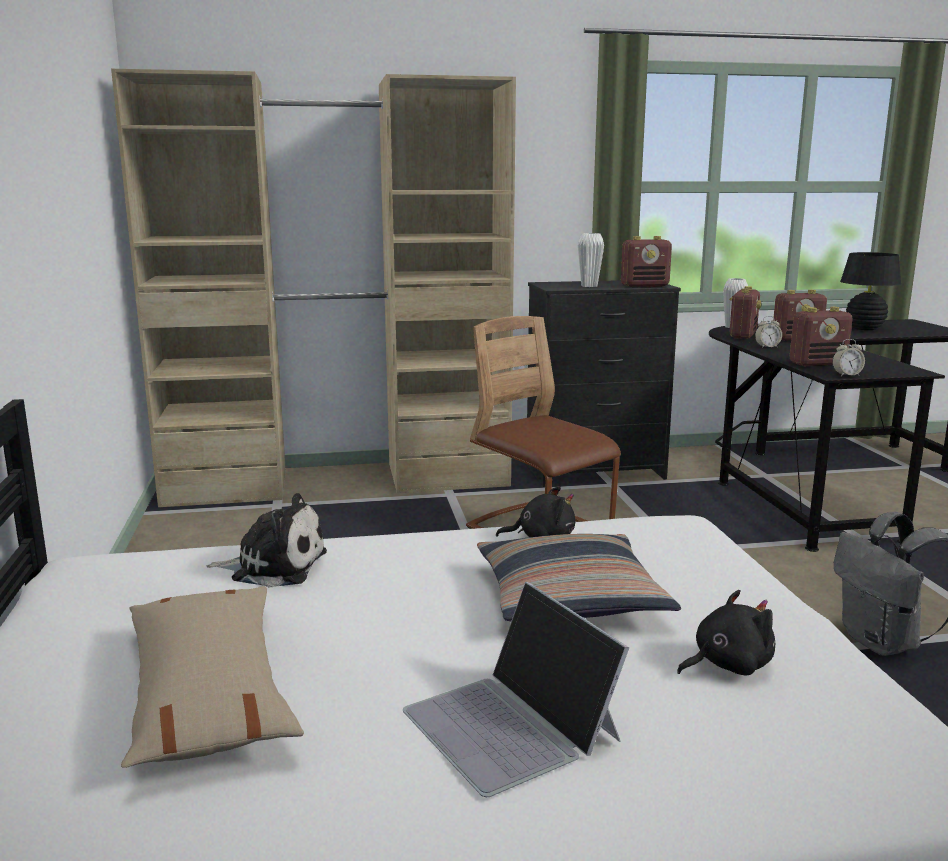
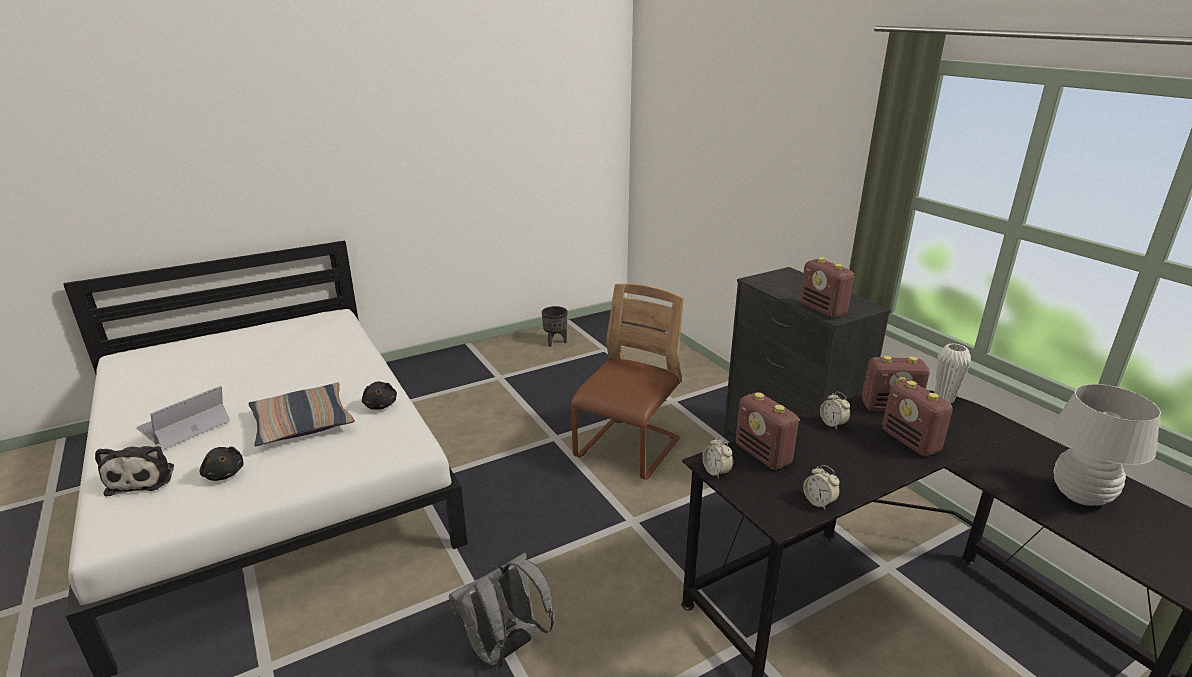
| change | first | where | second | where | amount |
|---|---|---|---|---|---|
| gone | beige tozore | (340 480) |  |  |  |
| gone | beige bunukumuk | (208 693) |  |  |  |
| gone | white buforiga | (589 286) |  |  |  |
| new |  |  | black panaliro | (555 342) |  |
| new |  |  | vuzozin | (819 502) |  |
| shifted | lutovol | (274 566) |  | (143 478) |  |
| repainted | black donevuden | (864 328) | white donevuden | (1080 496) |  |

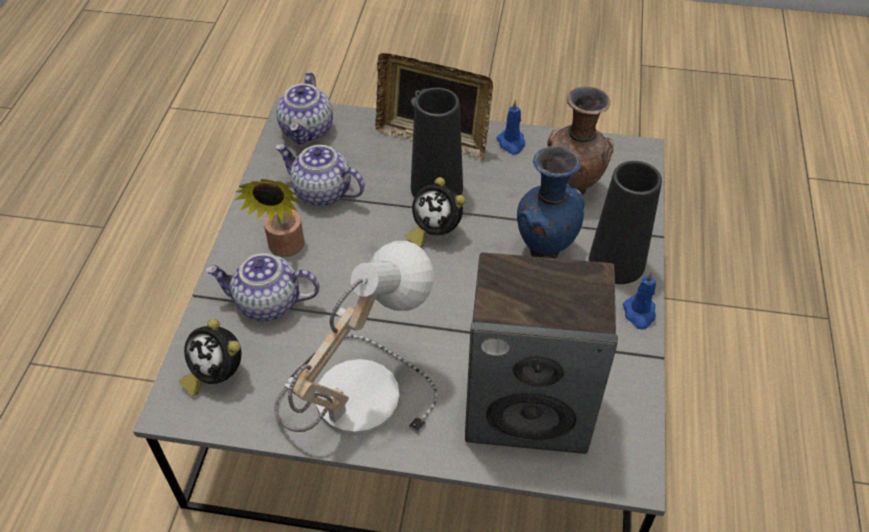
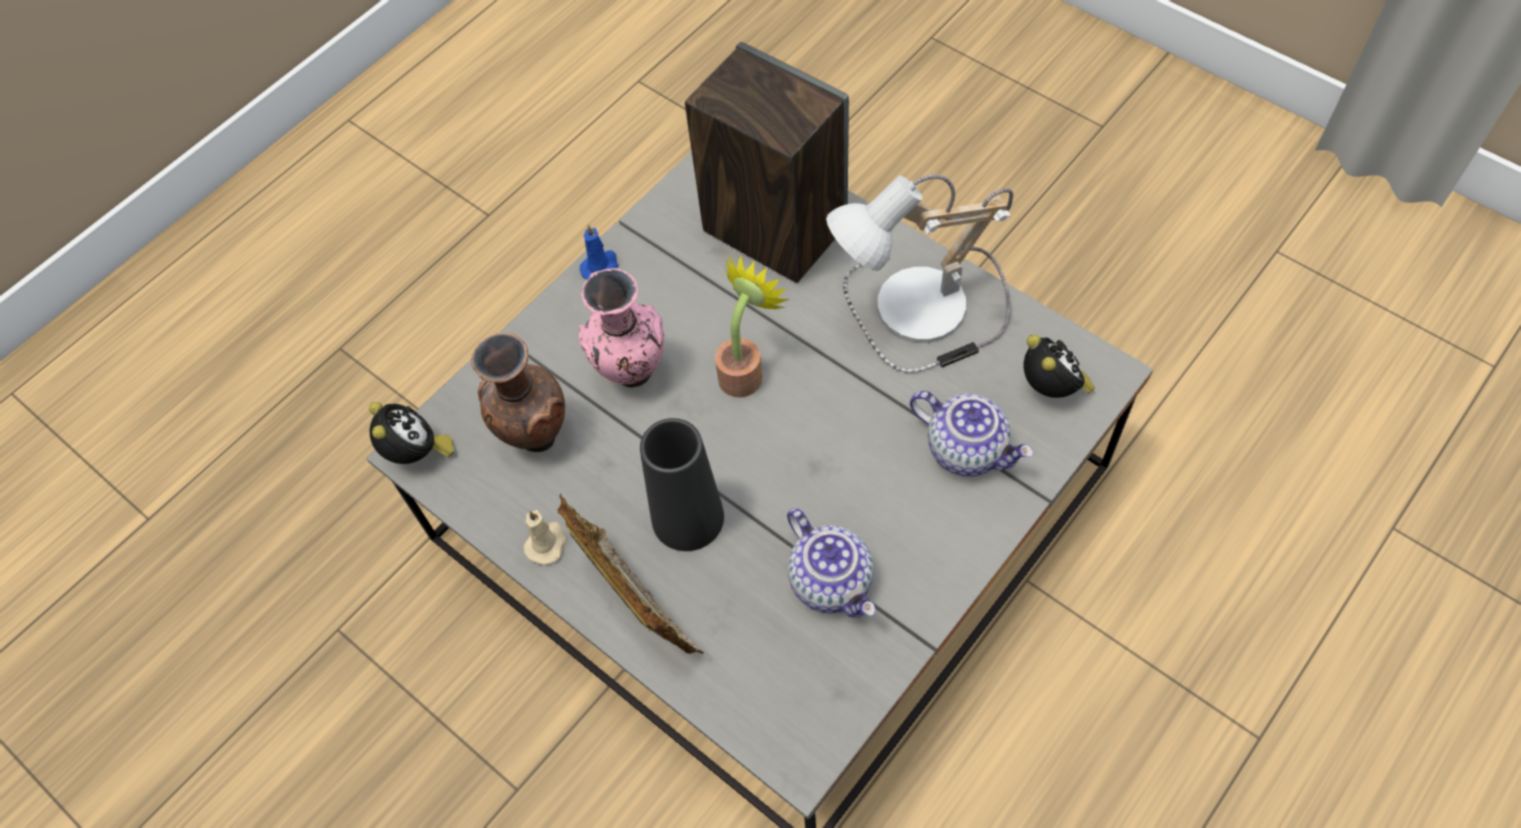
| change | first | where | second | where | amount |
|---|---|---|---|---|---|
| gone | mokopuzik | (307 130) |  |  |  |
| gone | black buforiga | (616 262) |  |  |  |
| shifted | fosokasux | (285 249) |  | (745 371) |  |
| shifted | vuzozin | (435 232) |  | (417 454) |  |
| repainted | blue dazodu | (511 143) | beige dazodu | (547 543) |  |
| repainted | blue buforiga | (544 249) | pink buforiga | (632 376) |  |

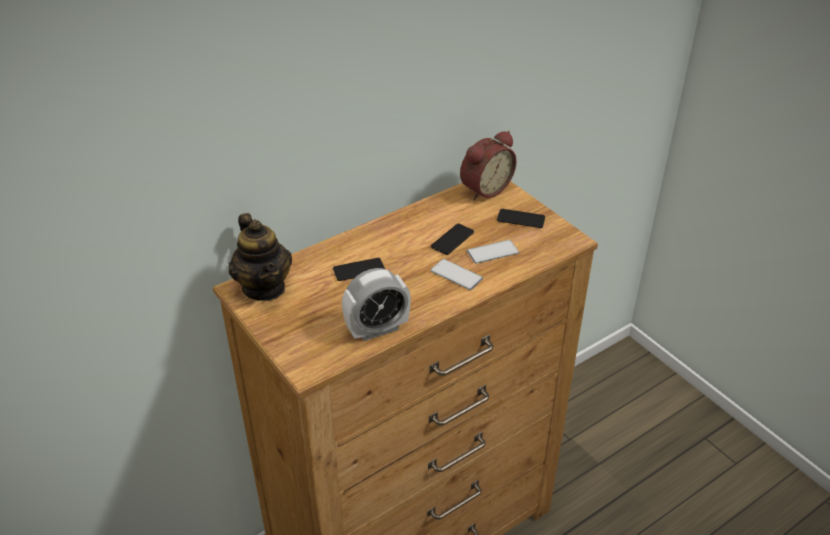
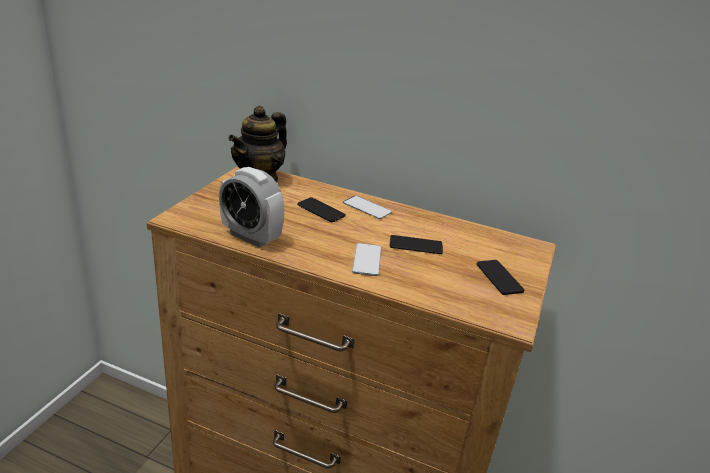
| change | first | where | second | where | amount |
|---|---|---|---|---|---|
| gone | vuzozin | (484 188) |  |  |  |
| shifted | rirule | (492 252) |  | (367 207) |  |

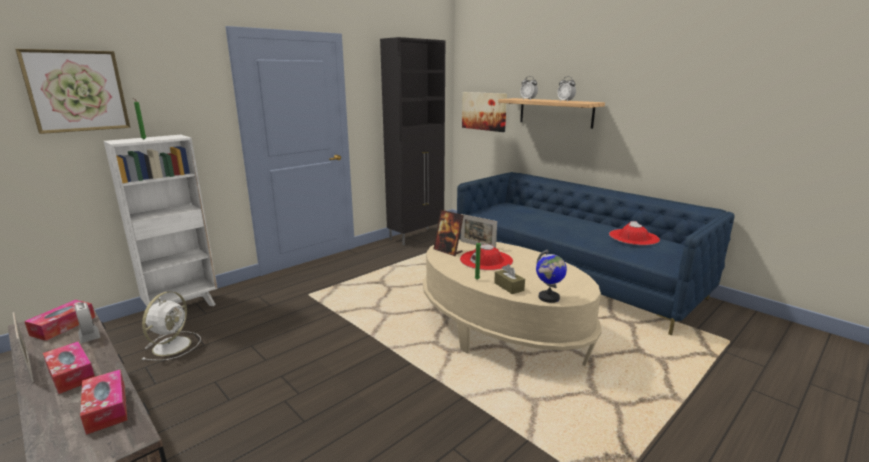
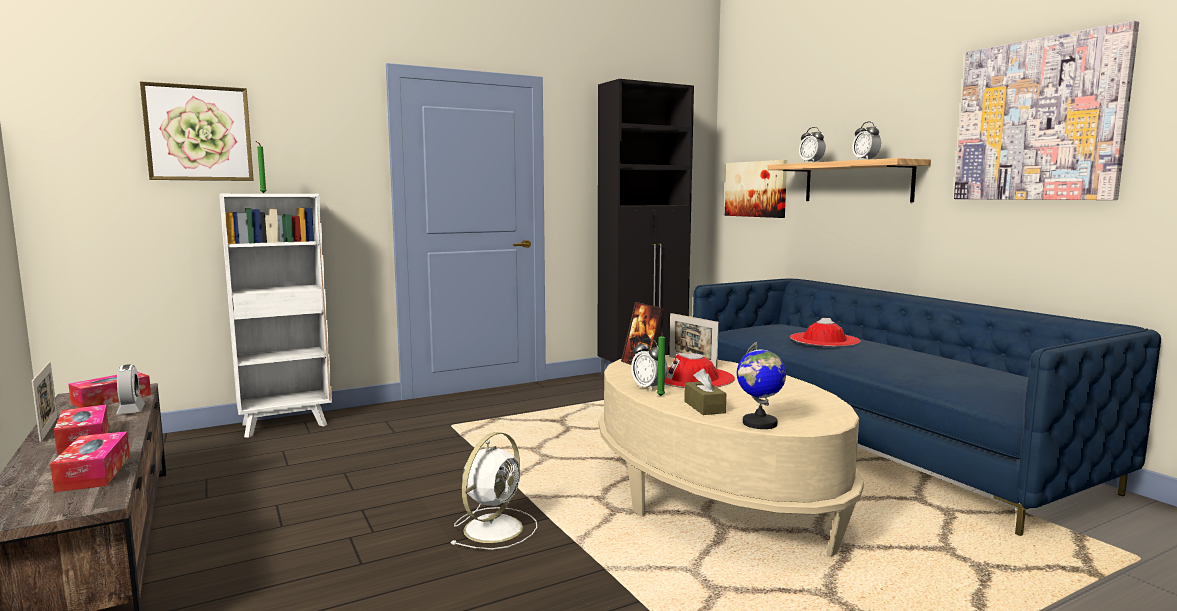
| change | first | where | second | where | amount |
|---|---|---|---|---|---|
| new |  |  | vuzozin | (648 388) |  |
| new |  |  | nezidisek | (1039 120) |  |
| shifted | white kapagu | (173 345) |  | (495 527) |  |
| shifted | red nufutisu | (633 237) |  | (824 340) |  |

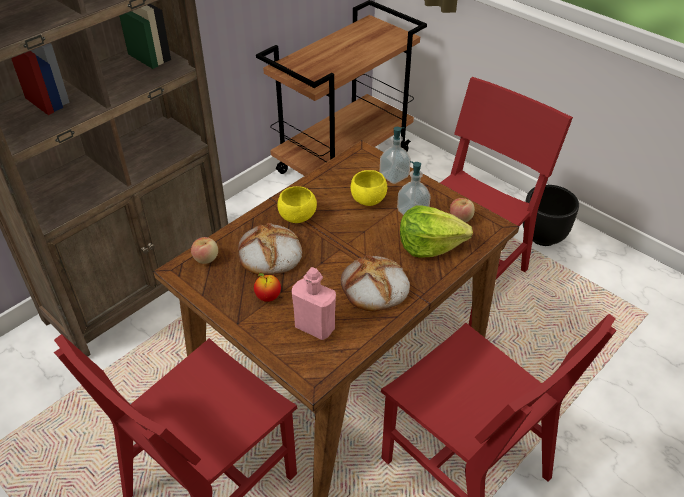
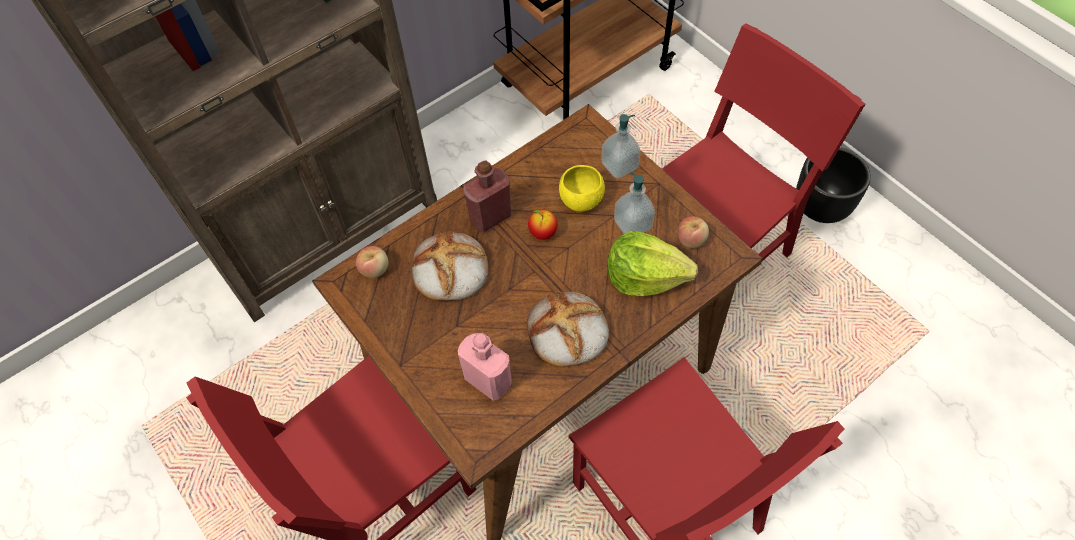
| change | first | where | second | where | amount |
|---|---|---|---|---|---|
| shifted | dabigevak | (268 297) |  | (543 233) |  |
| swapped | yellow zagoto | (297 216) | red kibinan | (490 217) |  |

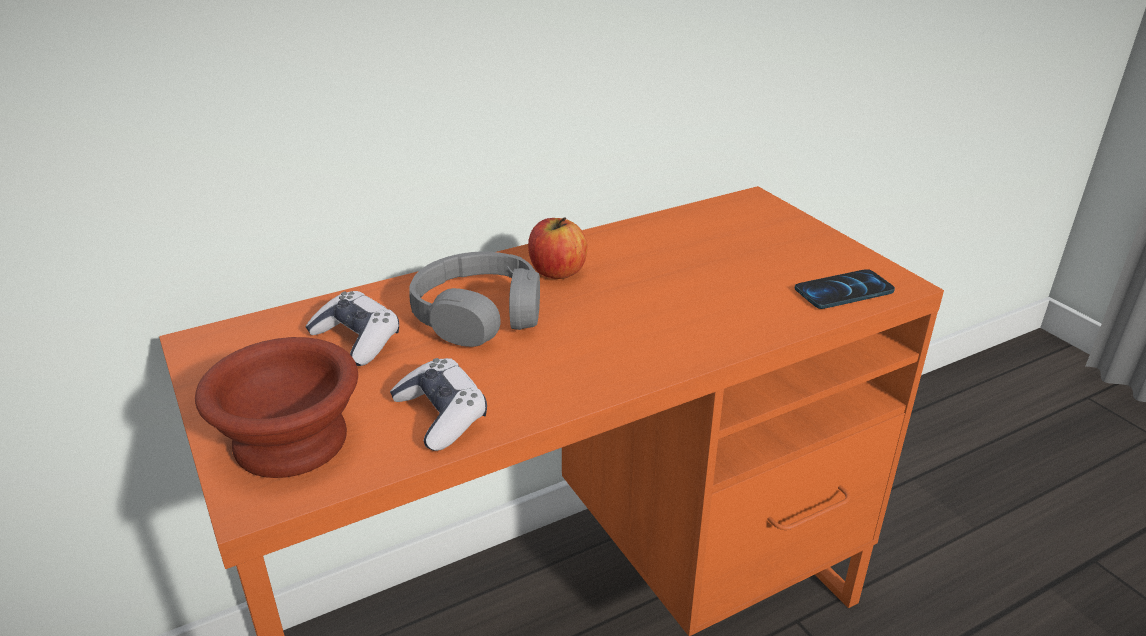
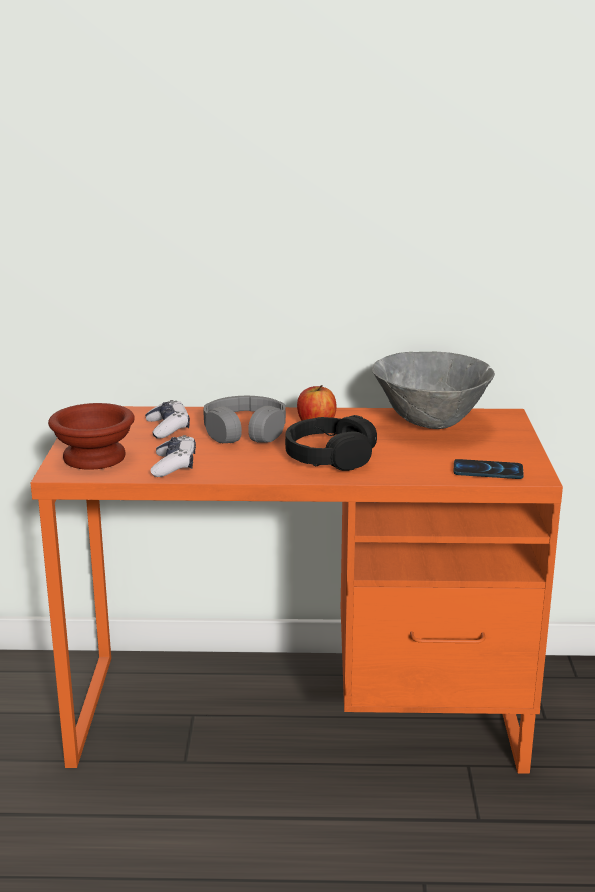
| change | first | where | second | where | amount |
|---|---|---|---|---|---|
| new |  |  | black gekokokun | (329 457) |  |
| new |  |  | grey zagoto | (430 424) |  |

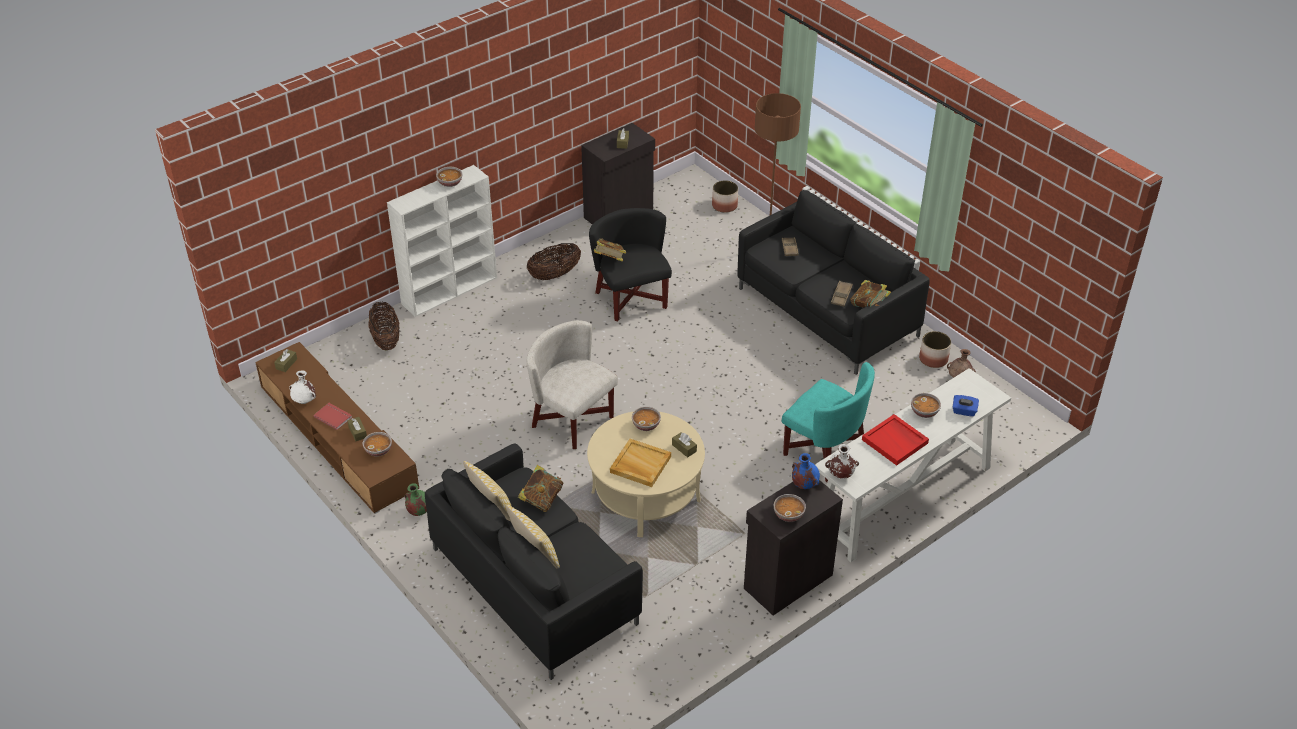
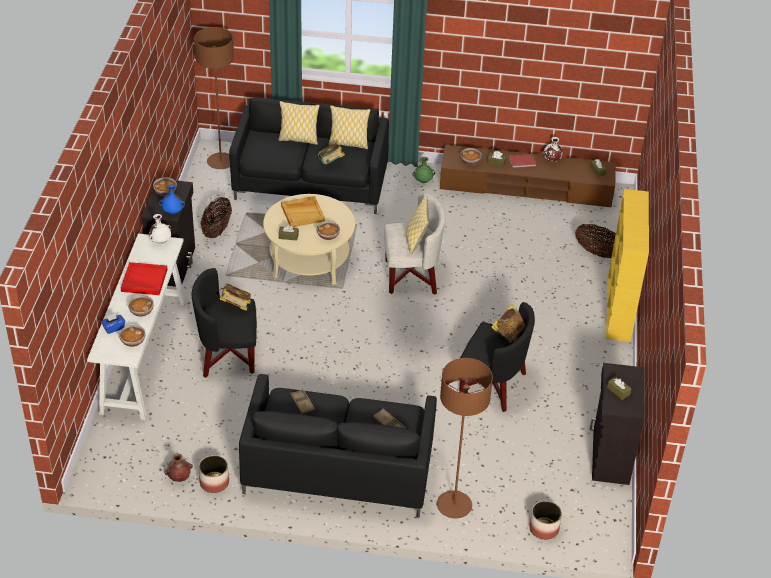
| change | first | where | second | where | amount |
|---|---|---|---|---|---|
| new |  |  | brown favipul | (220 162) |  |
| new |  |  | bunukumuk | (416 241) |  |
| shifted | zagoto | (450 183) |  | (133 341) |  |
| shifted | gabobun | (554 275) |  | (217 230) |  |
| shifted | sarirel | (869 306) |  | (235 305) |  |
| repainted | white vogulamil | (450 290) | yellow vogulamil | (619 309) |  |
| repainted | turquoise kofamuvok | (824 451) | black kofamuvok | (227 355) |  |

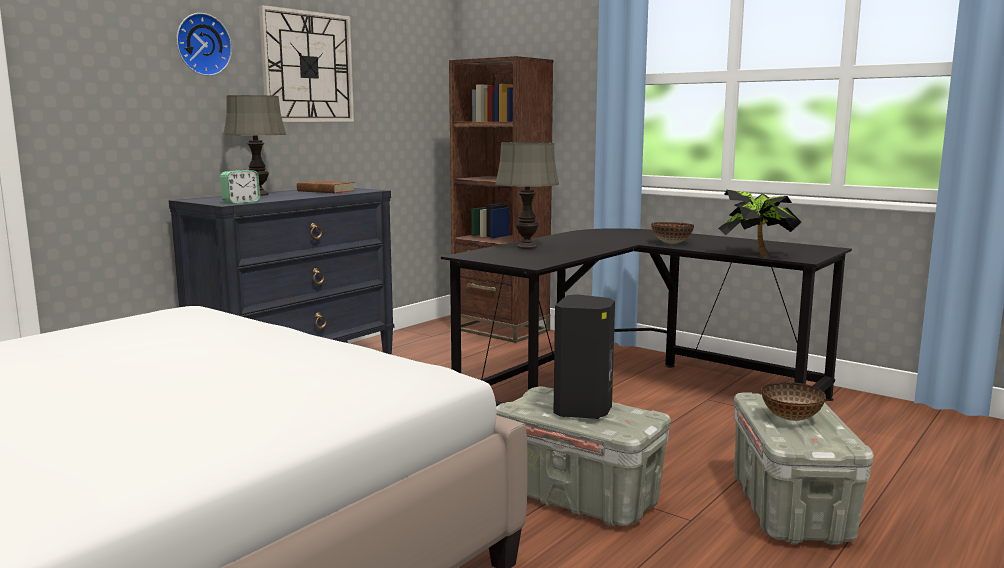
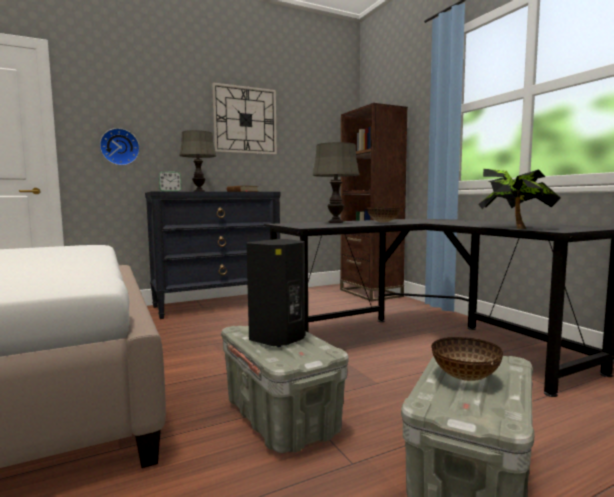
| change | first | where | second | where | amount |
|---|---|---|---|---|---|
| shifted | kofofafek | (202 44) |  | (119 147) |  |
| shifted | zagoto | (672 243) |  | (383 222) |  |

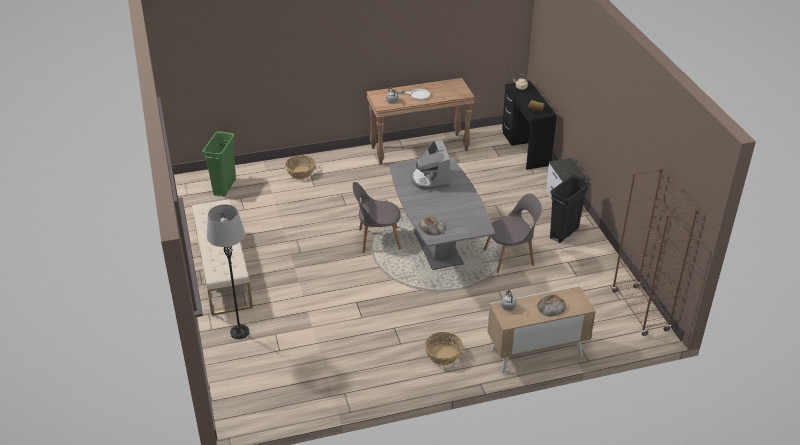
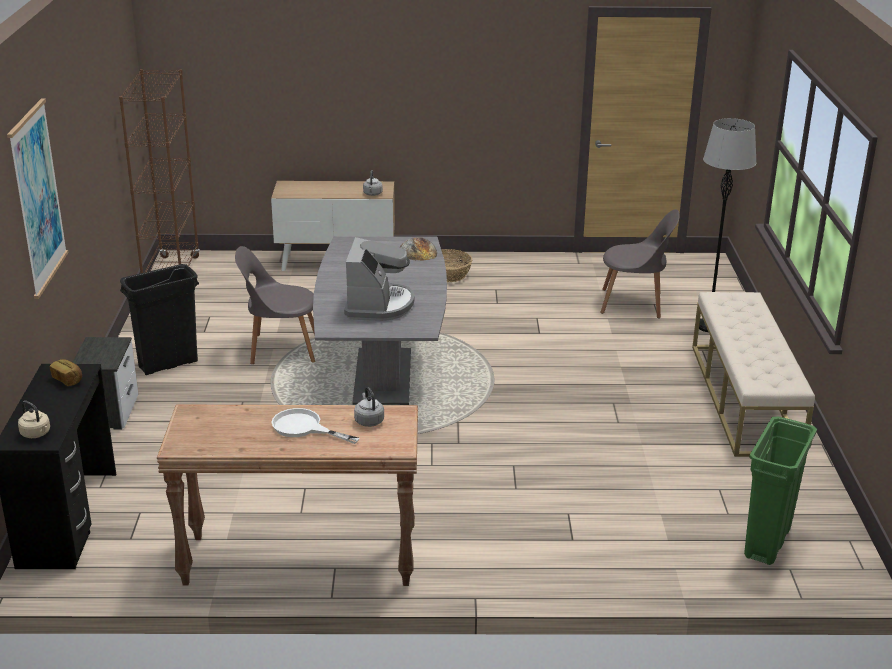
| change | first | where | second | where | amount |
|---|---|---|---|---|---|
| gone | gabobun | (301 172) |  |  |  |
| gone | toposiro | (551 306) |  |  |  |
| new |  |  | nezidisek | (37 197) |  |
| shifted | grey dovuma | (377 239) |  | (634 304) |  |

